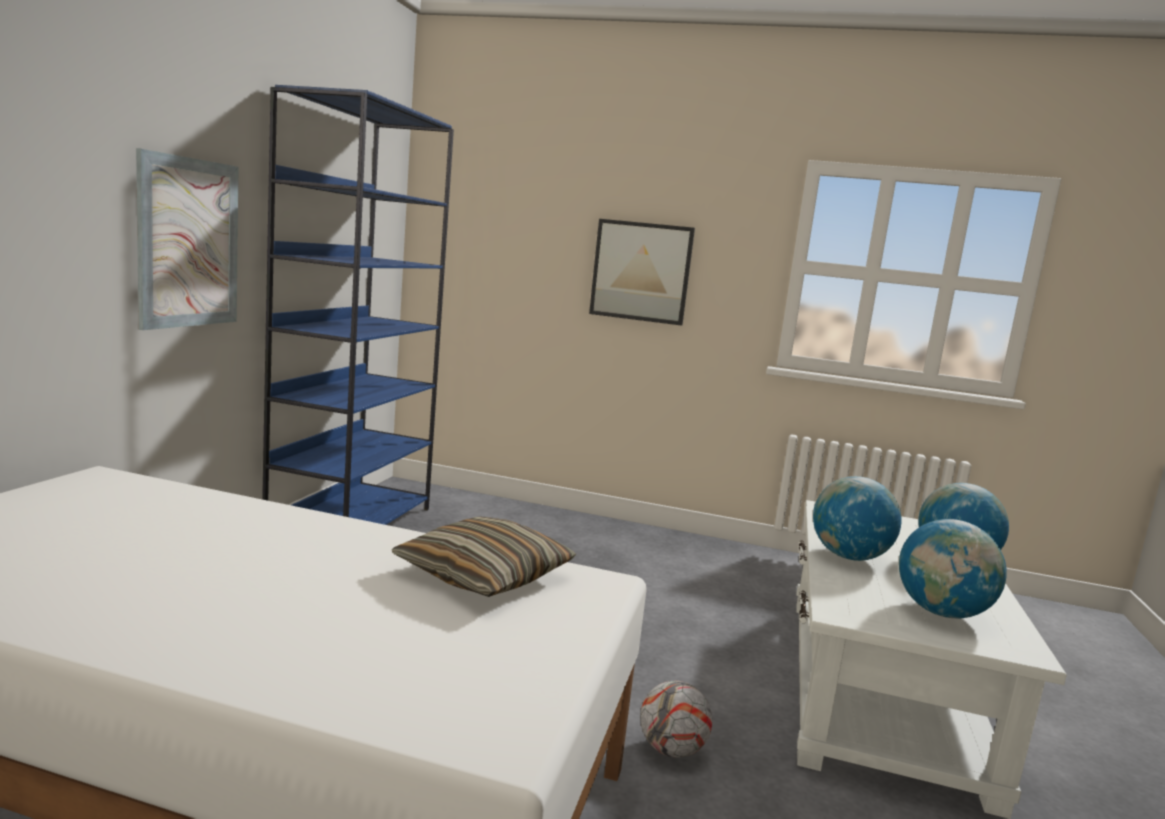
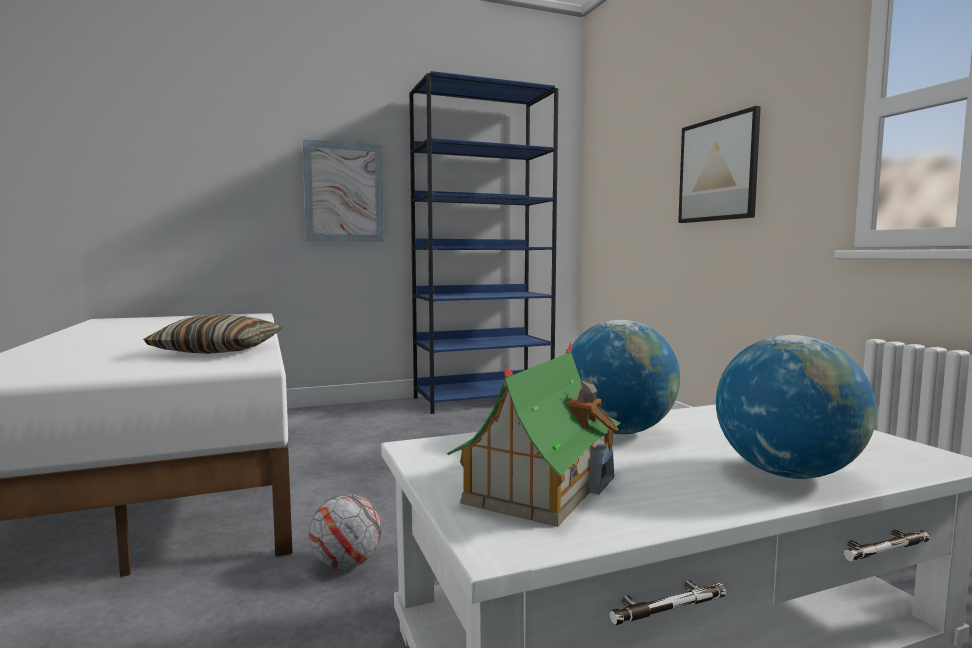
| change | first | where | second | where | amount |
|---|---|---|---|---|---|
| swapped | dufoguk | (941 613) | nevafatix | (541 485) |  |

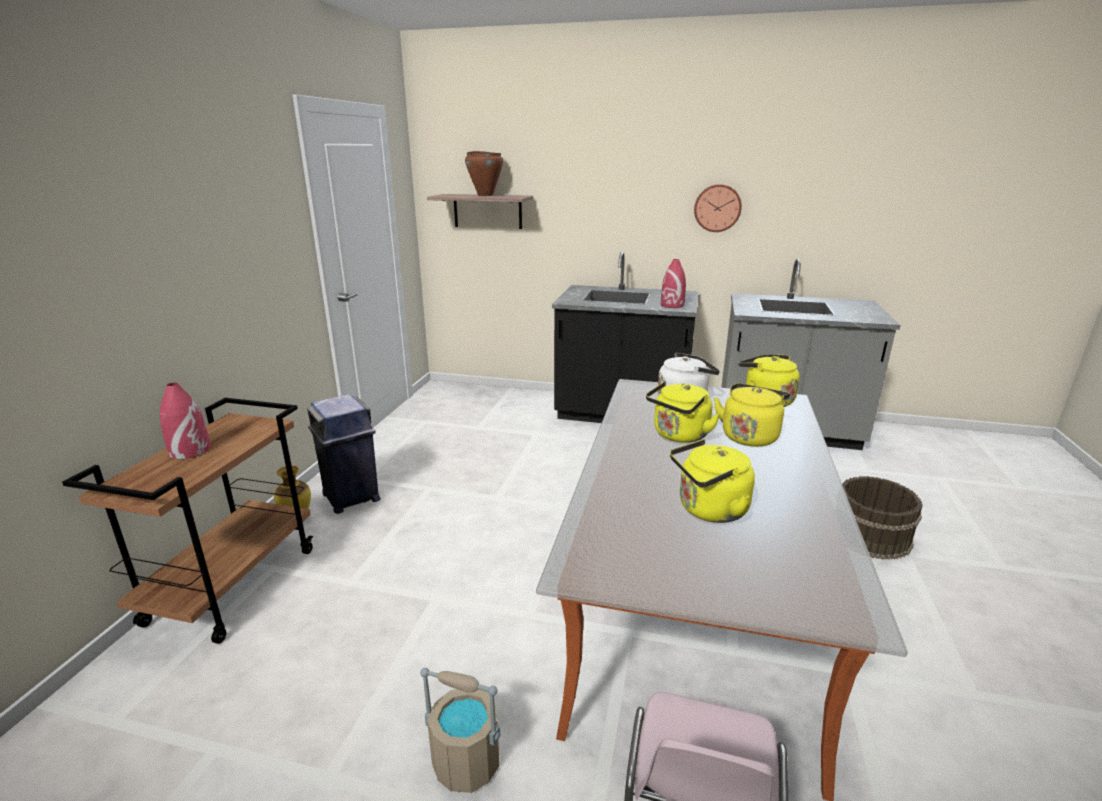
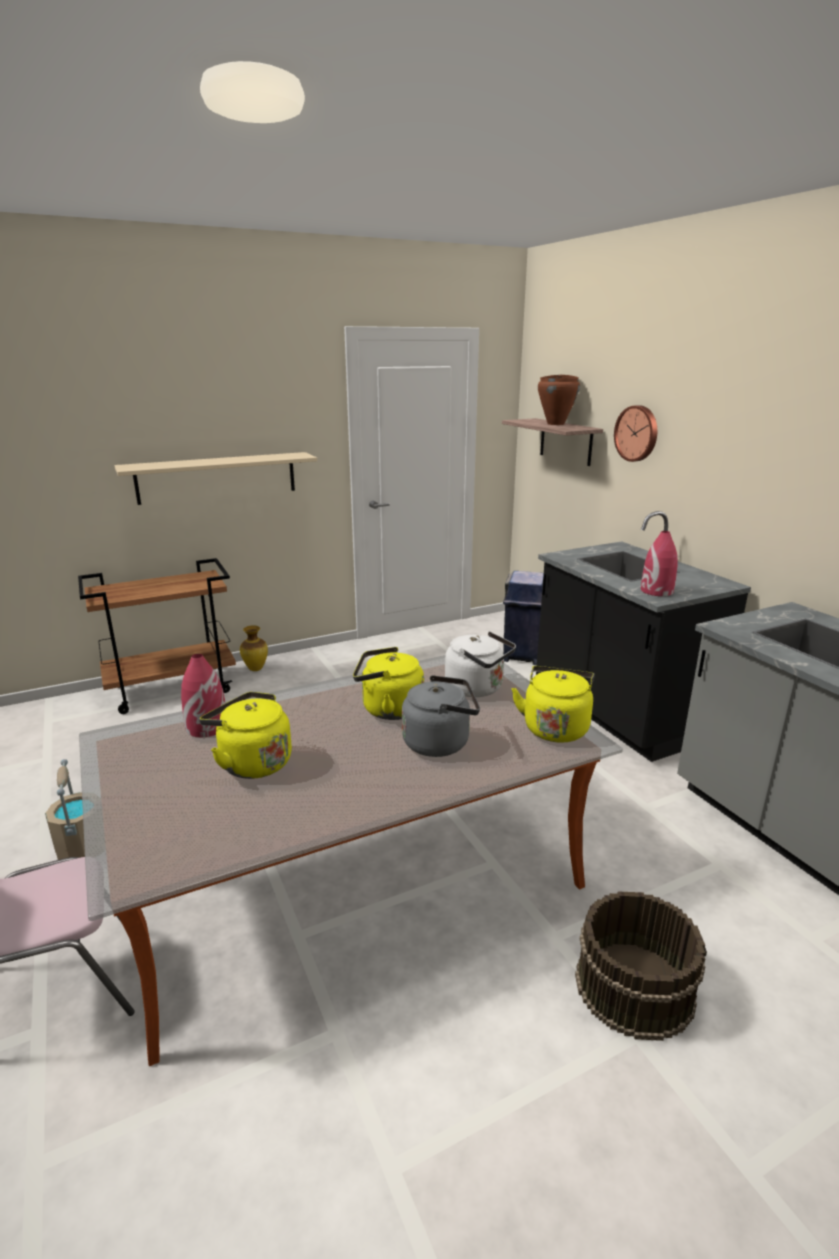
| change | first | where | second | where | amount |
|---|---|---|---|---|---|
| new |  |  | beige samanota | (217 477) |  |
| shifted | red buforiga | (189 450) |  | (206 726) |  |
| shifted | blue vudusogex | (351 497) |  | (522 656) |  |
| shifted | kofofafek | (717 208) |  | (637 433) |  |
| repainted | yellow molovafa | (750 436) | grey molovafa | (440 742) |  |

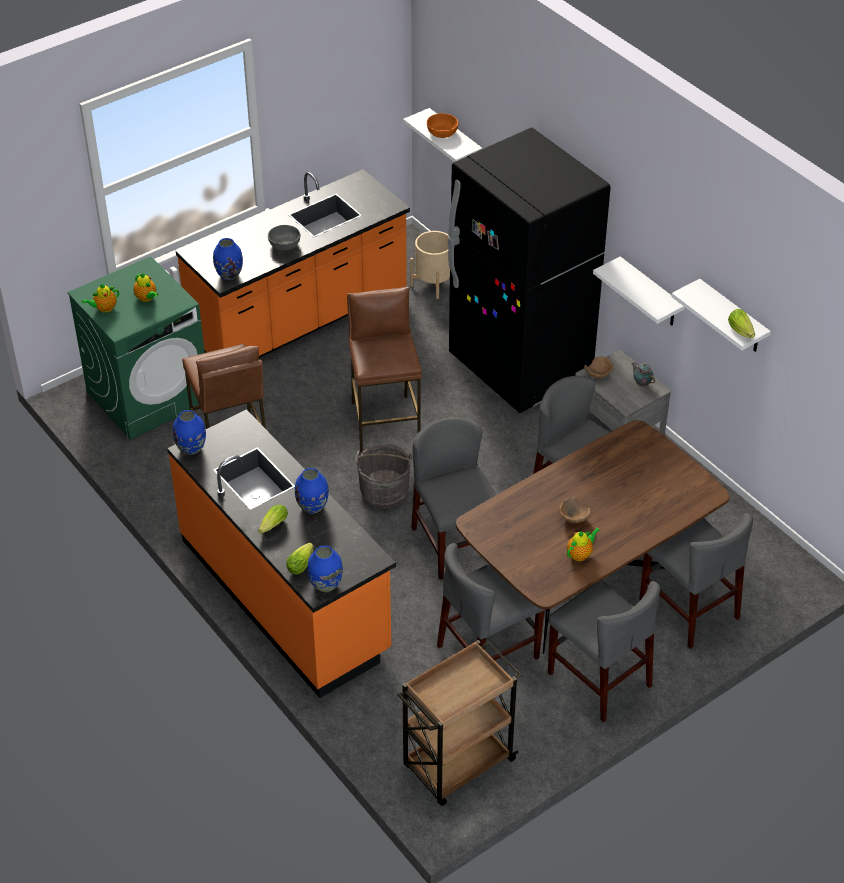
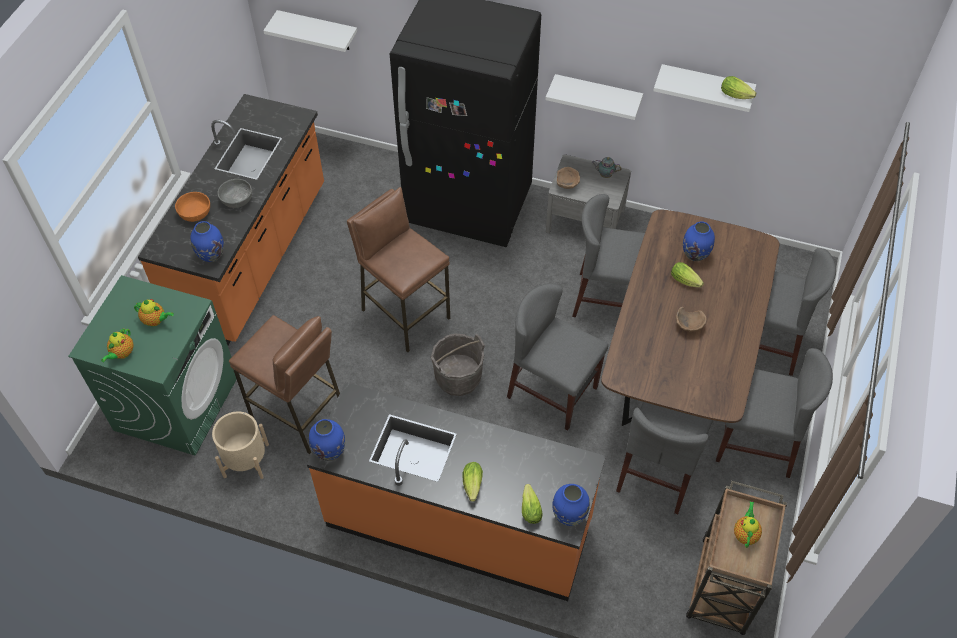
| change | first | where | second | where | amount |
|---|---|---|---|---|---|
| new |  |  | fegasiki | (686 281) |  |
| shifted | blue buforiga | (313 507) |  | (695 254) |  |
| shifted | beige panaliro | (434 283) |  | (246 460) |  |
| shifted | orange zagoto | (442 132) |  | (195 213) |  |
| shifted | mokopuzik | (580 554) |  | (745 533) |  |

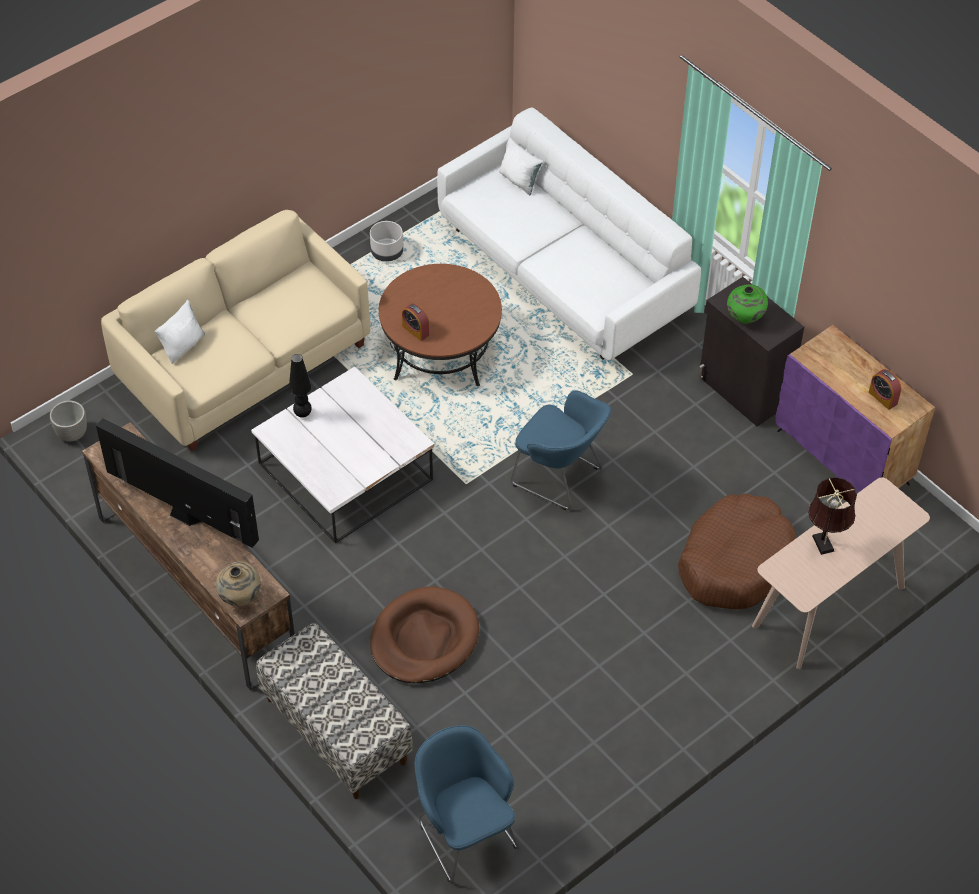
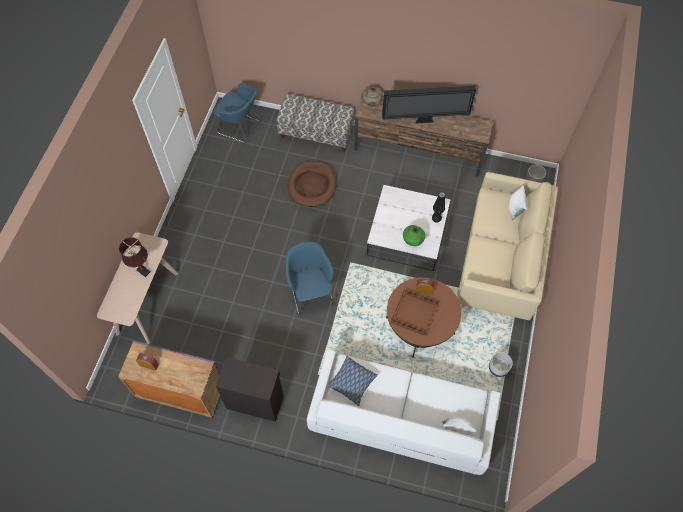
| change | first | where | second | where | amount |
|---|---|---|---|---|---|
| gone | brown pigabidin | (735 562) |  |  |  |
| new |  |  | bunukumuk | (352 382) |  |
| new |  |  | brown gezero | (414 313) |  |
| shifted | green buforiga | (745 318) |  | (412 241) |  |
| rotated | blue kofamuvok | (560 478) |  | (310 292) | 75 degrees clockwise |

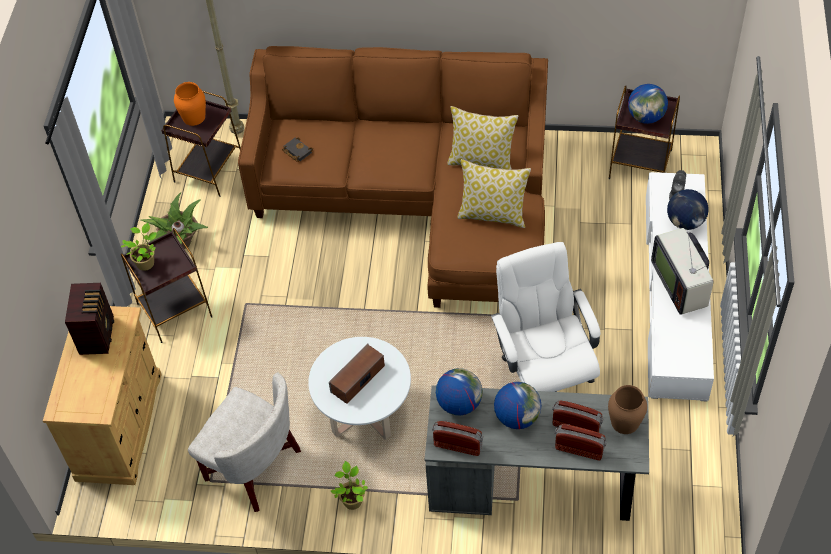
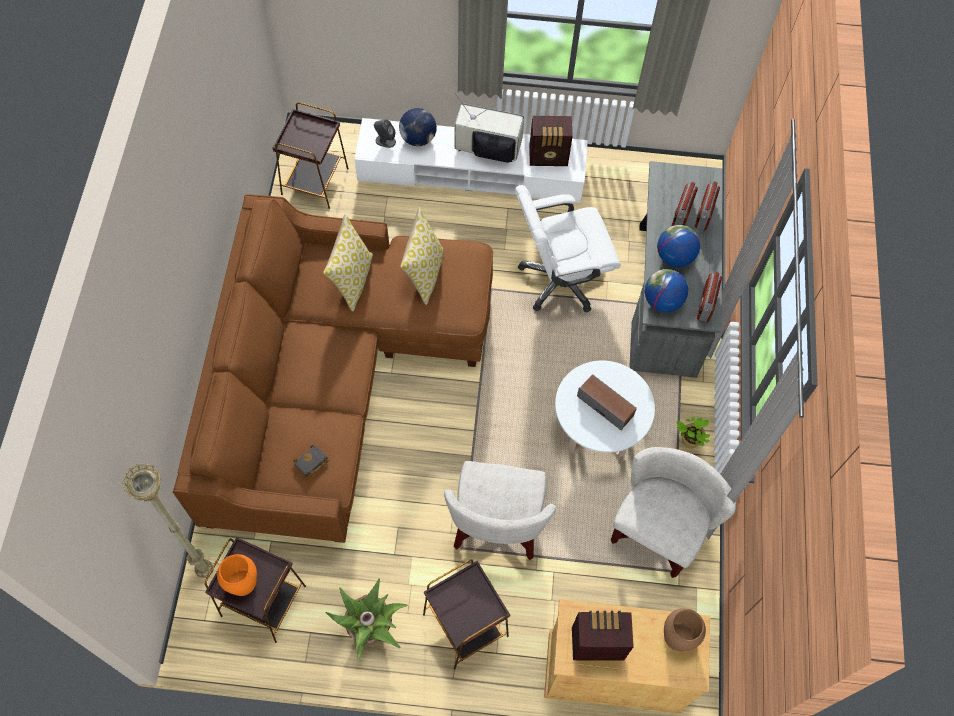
| change | first | where | second | where | amount |
|---|---|---|---|---|---|
| gone | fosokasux | (146 262) |  |  |  |
| gone | dufoguk | (646 117) |  |  |  |
| new |  |  | white kofamuvok | (497 524) |  |
| new |  |  | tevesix | (549 157) |  |
| shifted | brown buforiga | (625 422) |  | (679 636) |  |
| rotated | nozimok | (681 284) |  | (488 150) | 150 degrees counterclockwise |

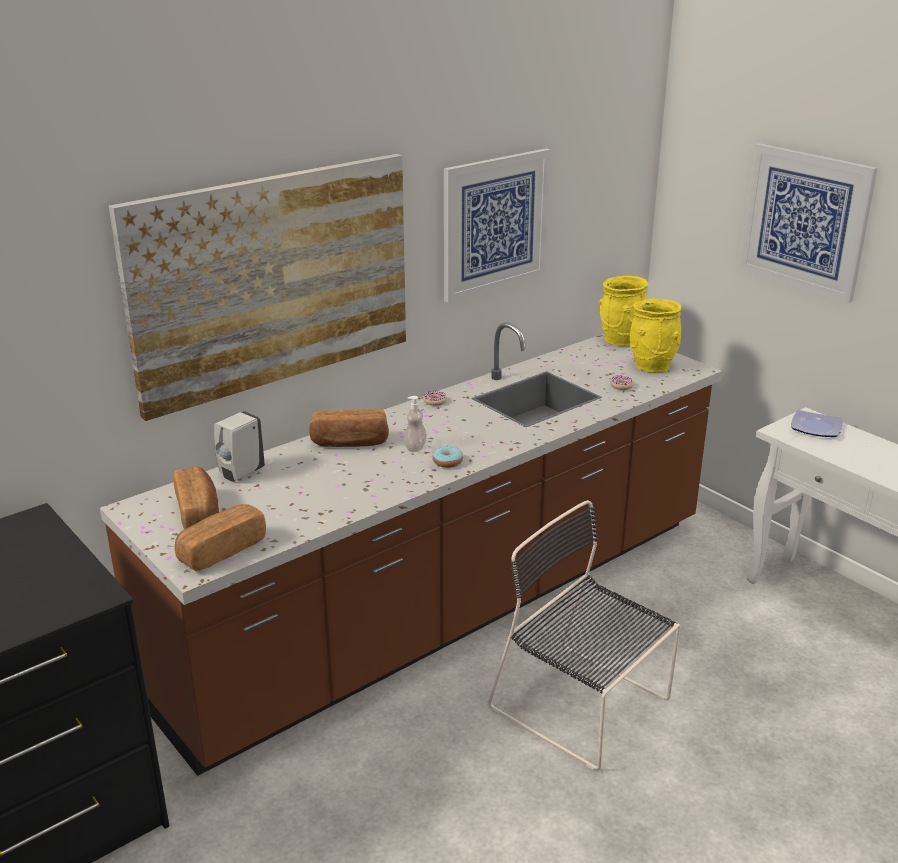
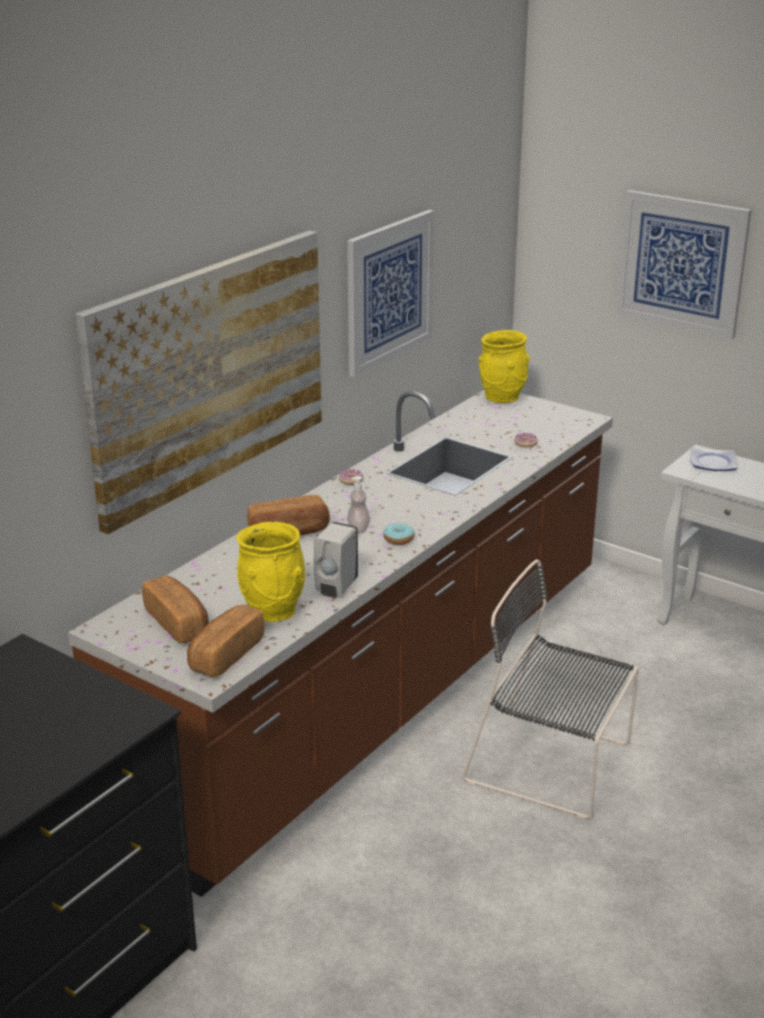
| change | first | where | second | where | amount |
|---|---|---|---|---|---|
| shifted | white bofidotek | (240 473) |  | (336 588) |  |
| shifted | yellow buforiga | (653 366) |  | (273 610) |  |

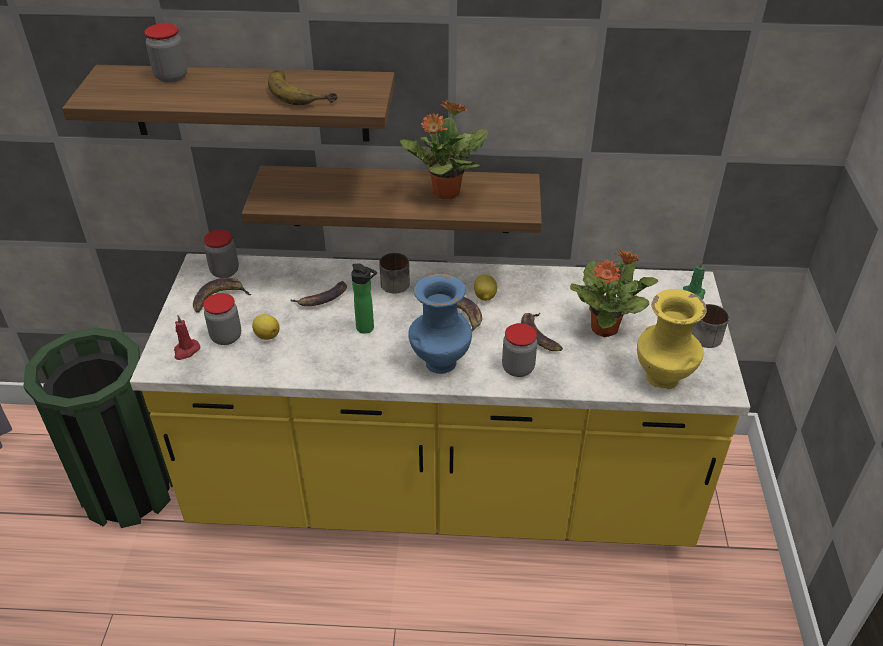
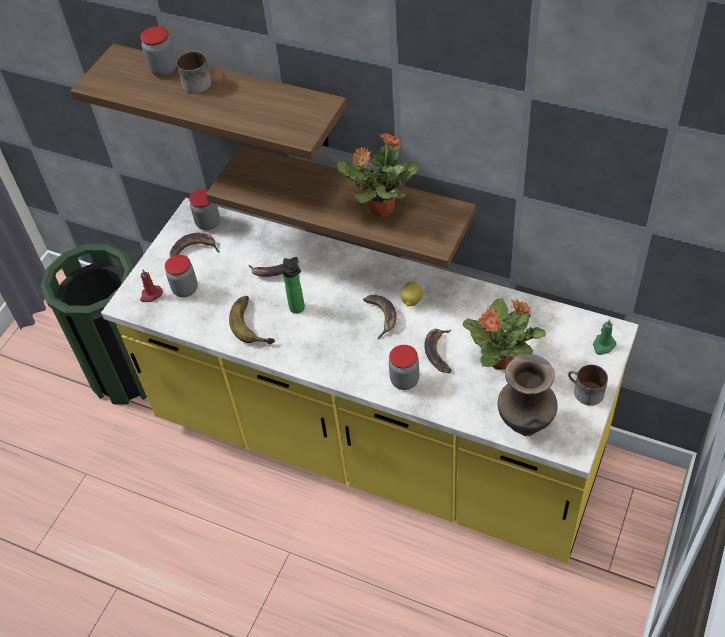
| change | first | where | second | where | amount |
|---|---|---|---|---|---|
| gone | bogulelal | (267 335) |  |  |  |
| gone | blue buforiga | (439 363) |  |  |  |
| shifted | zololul | (302 92) |  | (255 322) |  |
| shifted | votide | (393 281) |  | (197 81) |  |
| repainted | yellow buforiga | (663 379) | brown buforiga | (525 425) |  |

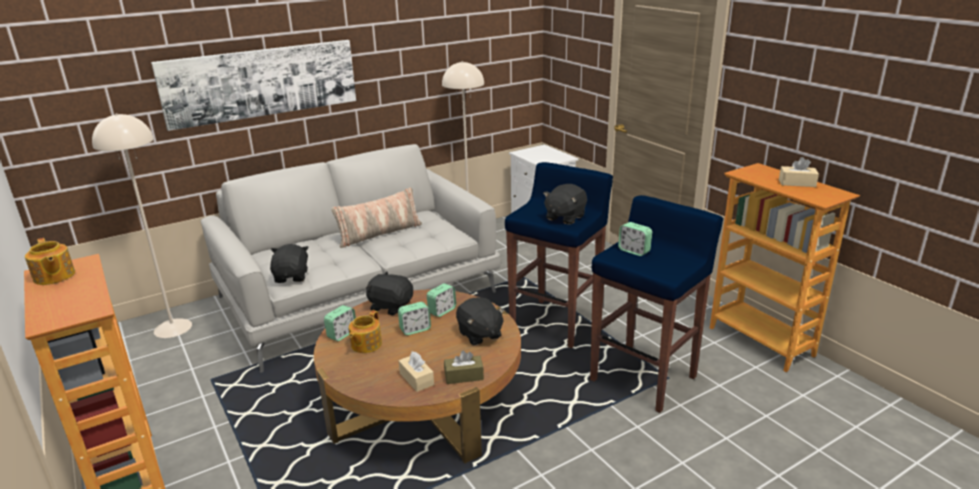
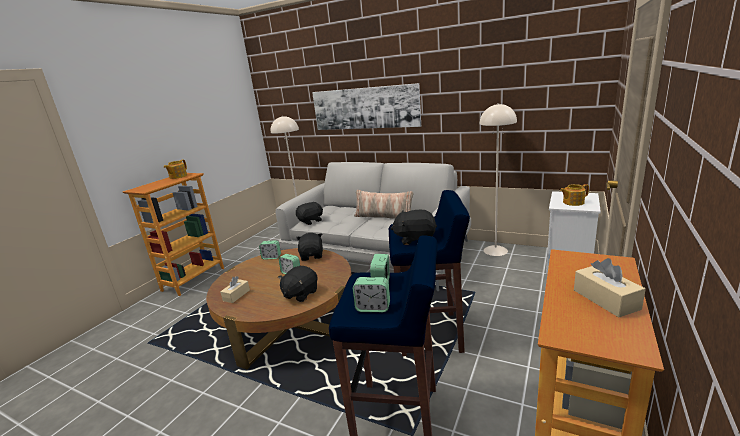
| change | first | where | second | where | amount |
|---|---|---|---|---|---|
| gone | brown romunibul | (464 376) |  |  |  |
| shifted | mokopuzik | (365 344) |  | (572 202) |  |
| shifted | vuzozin | (442 311) |  | (373 307) |  |

